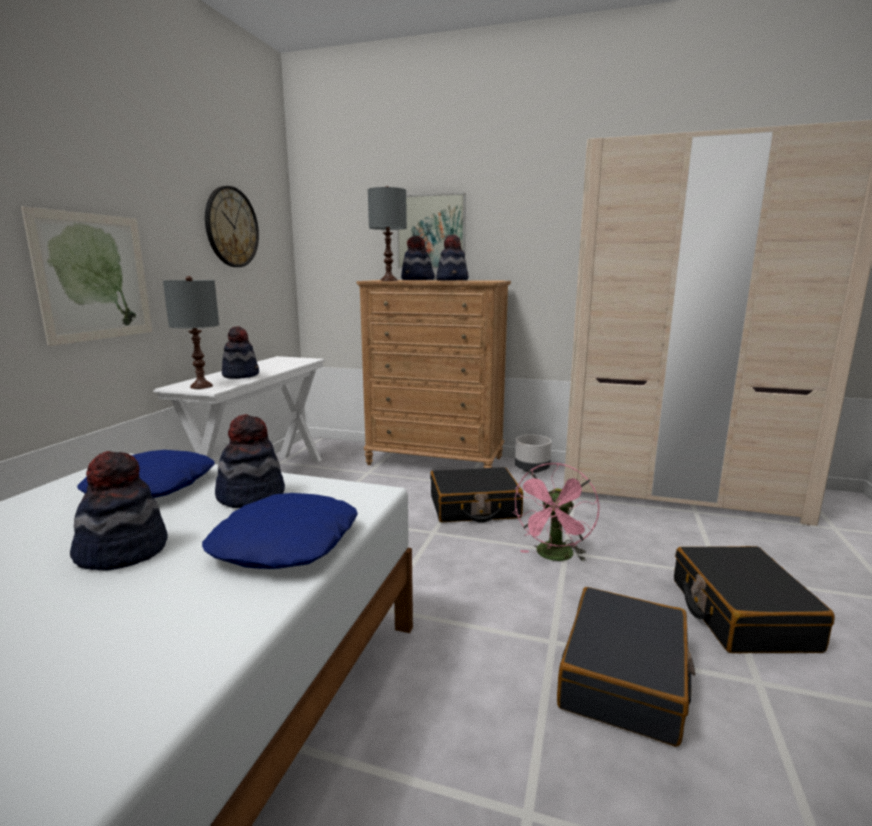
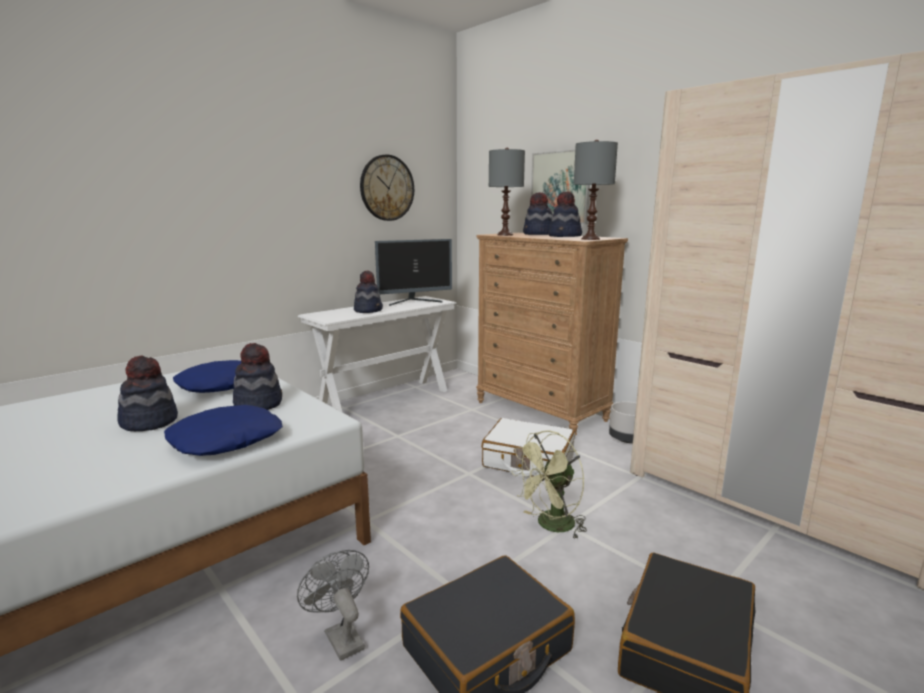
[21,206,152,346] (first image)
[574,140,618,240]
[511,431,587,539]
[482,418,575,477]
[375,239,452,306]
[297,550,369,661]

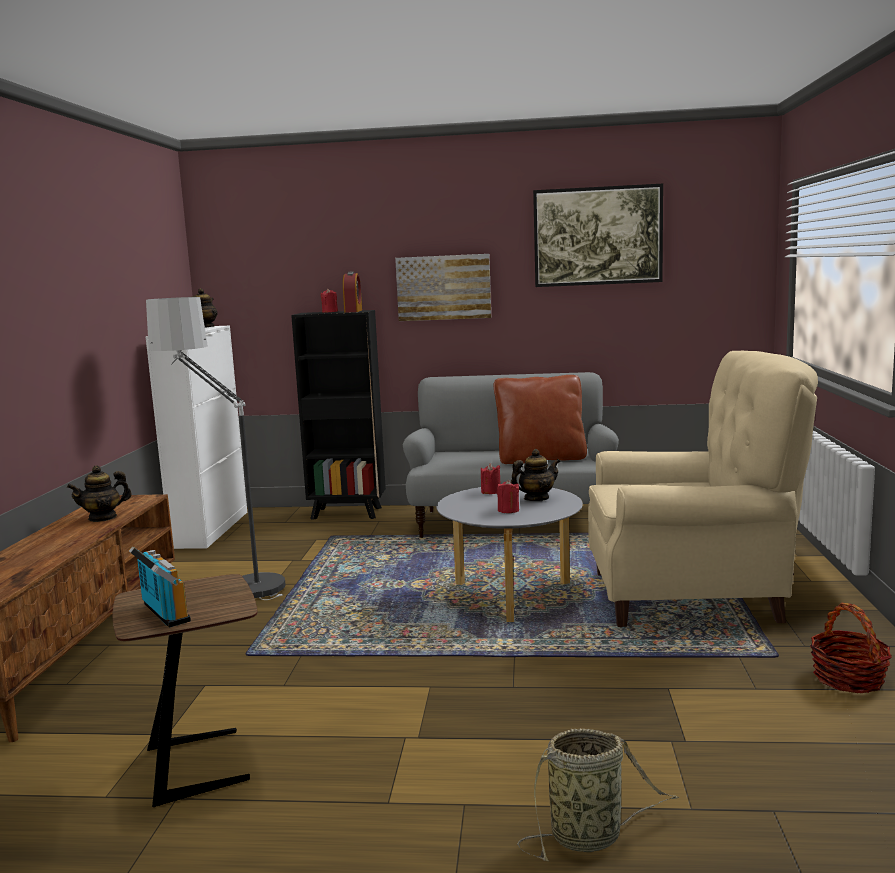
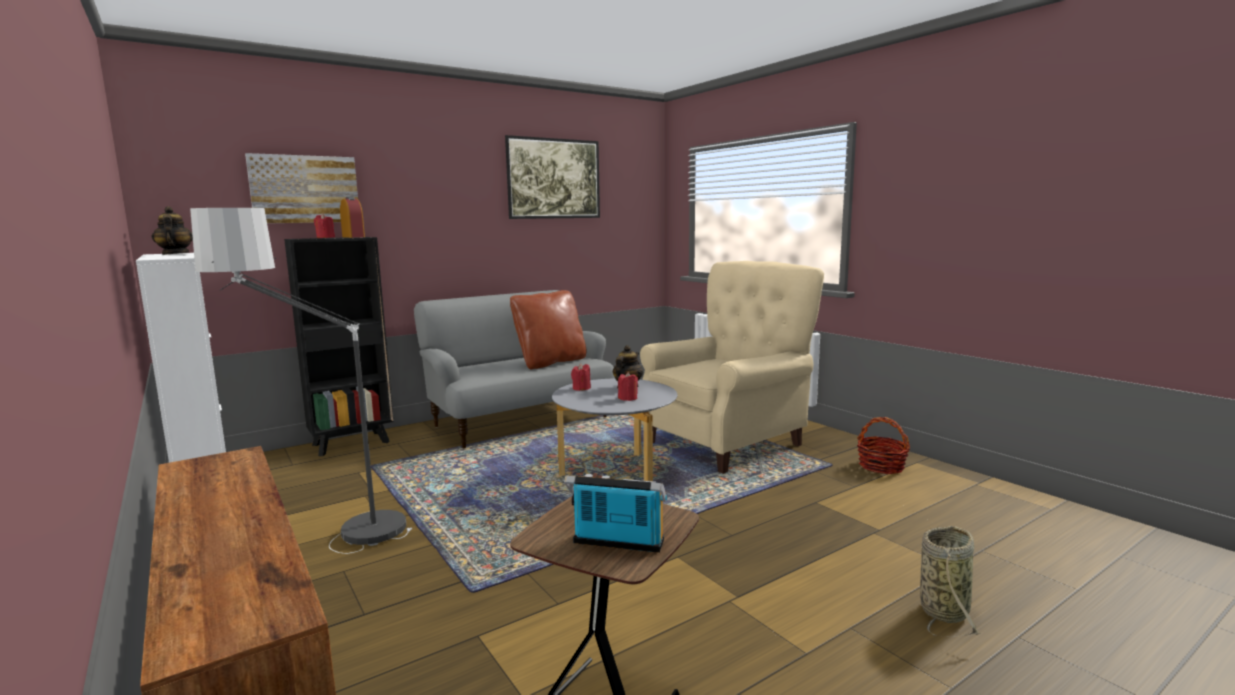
[245,153,358,223]
[67,465,132,522] (first image)

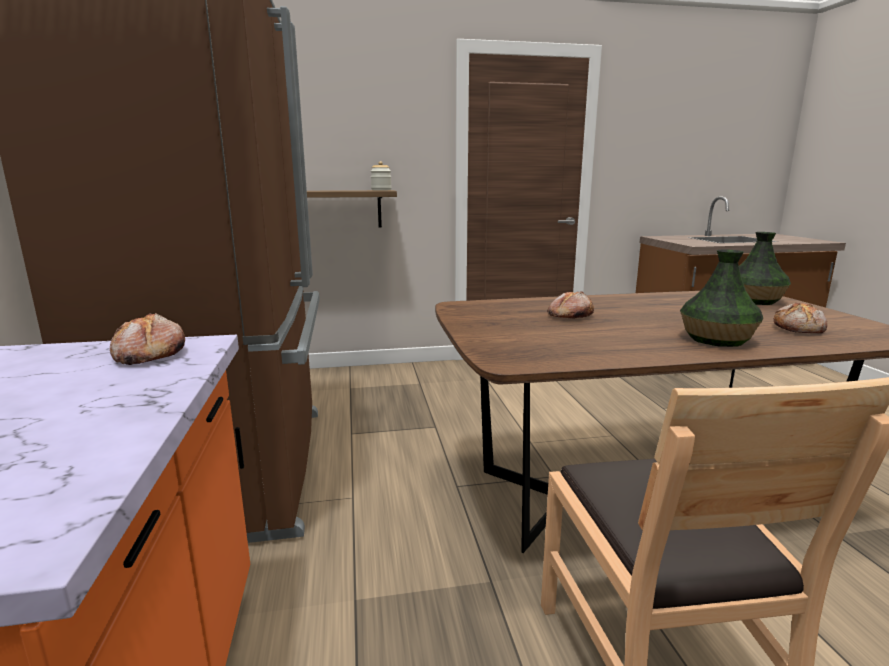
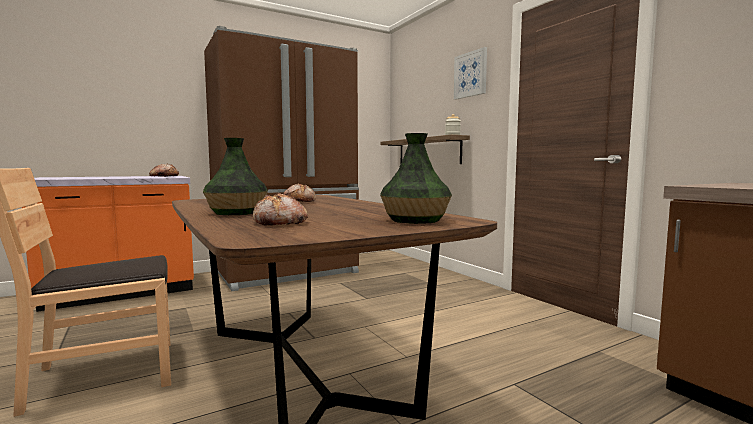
[454,47,487,100]

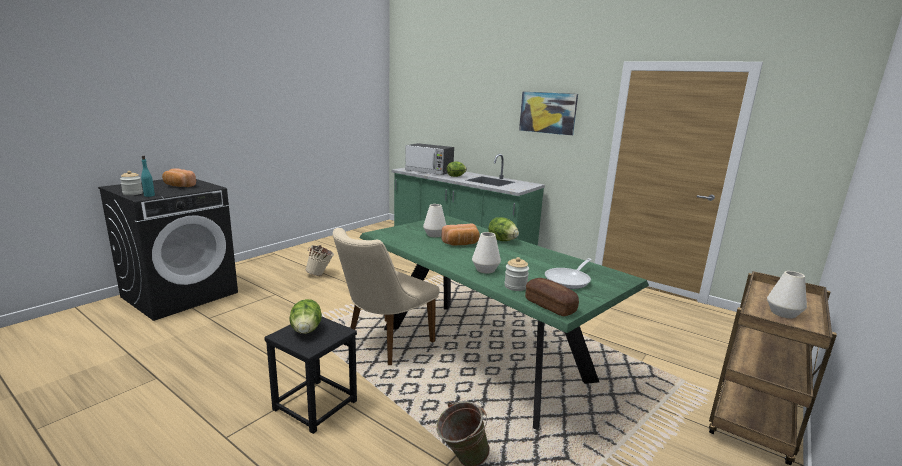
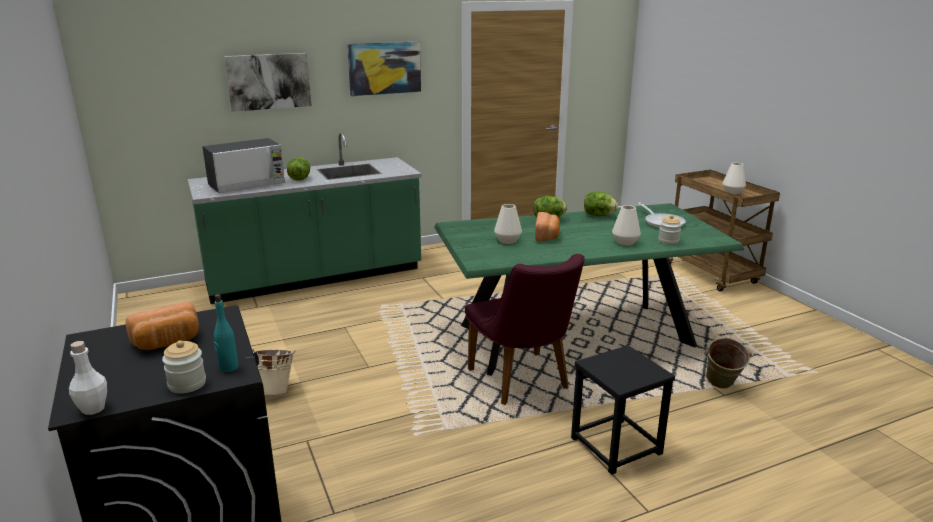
[465,254,584,405]
[525,278,579,316] (first image)
[584,191,618,216]
[224,53,312,112]
[69,341,107,415]

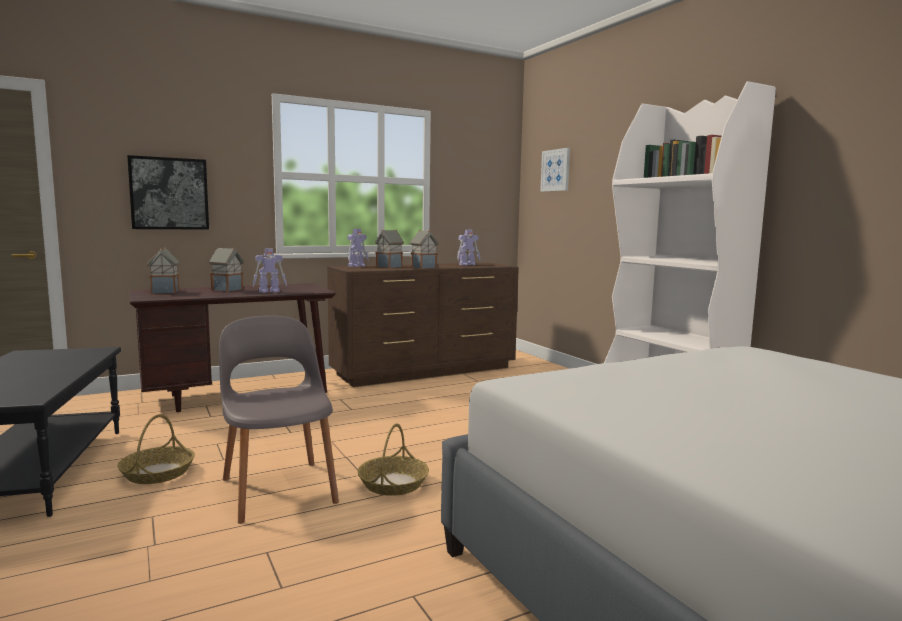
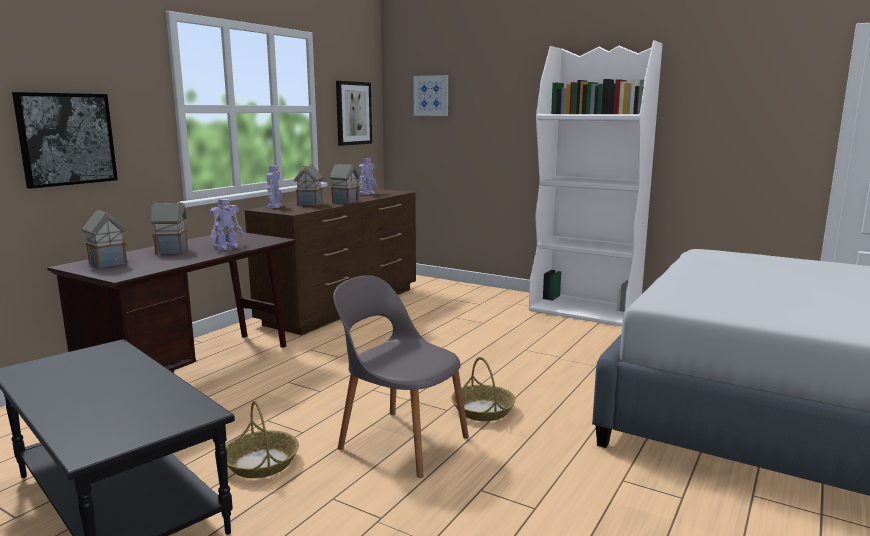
[336,81,372,146]

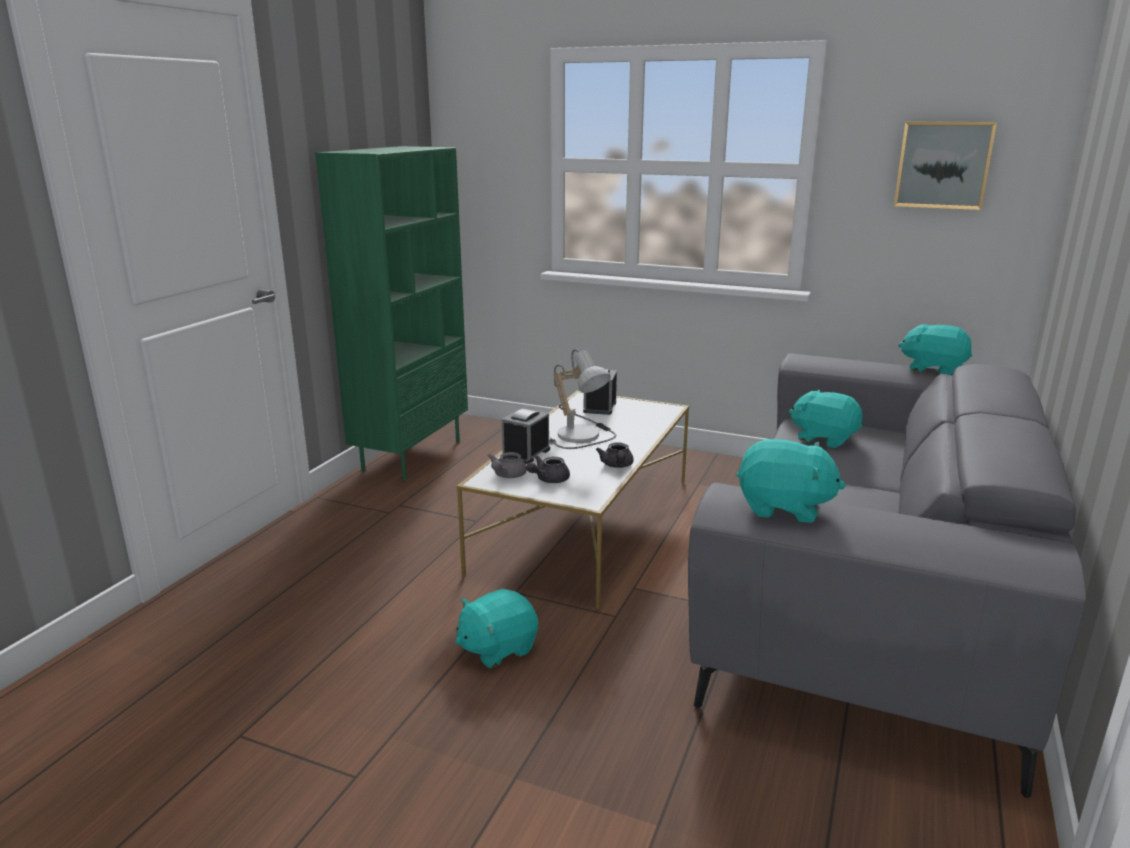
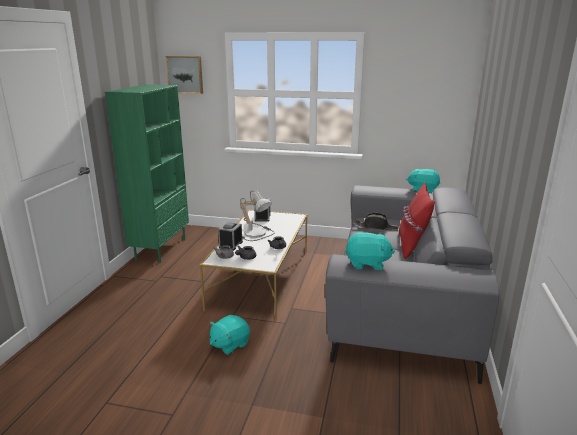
[166,56,203,94]
[354,213,399,230]
[399,182,435,259]

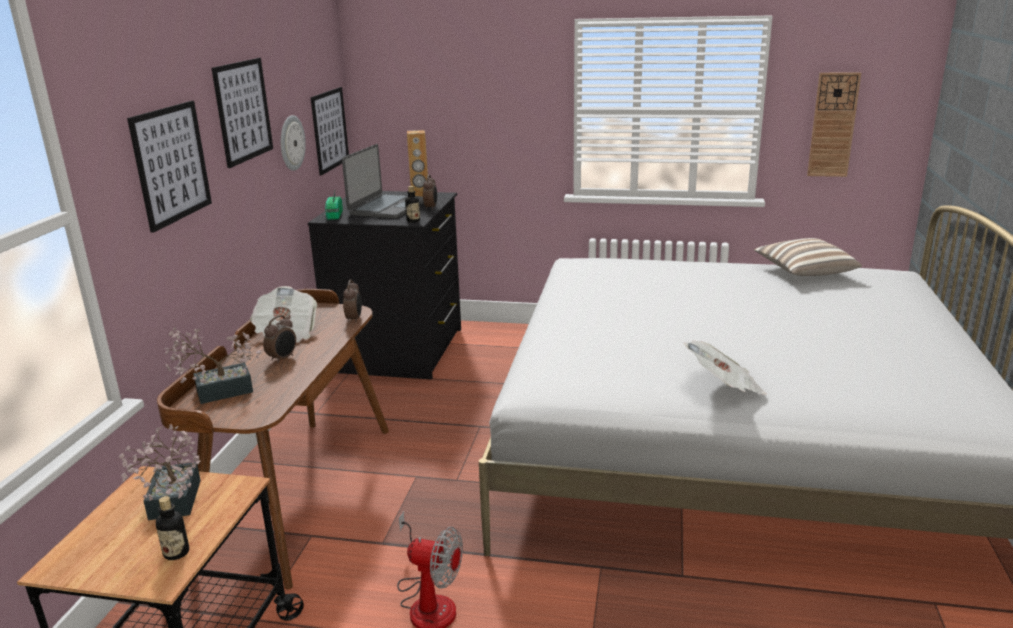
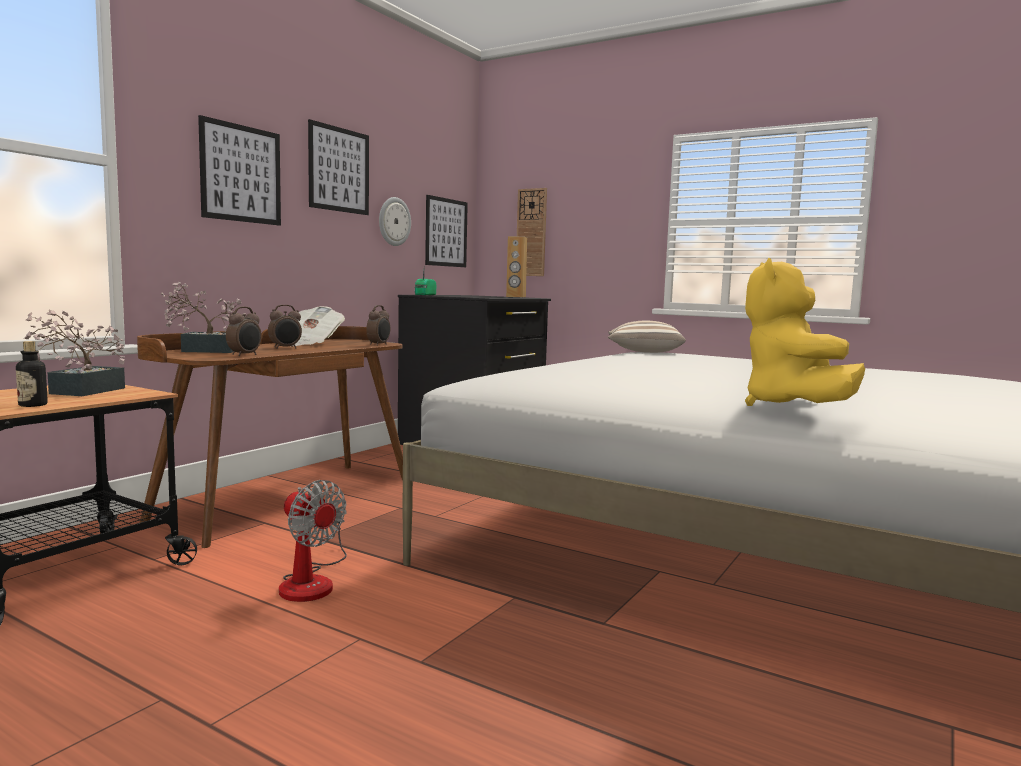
[517,188,547,276]
[342,144,424,219] (first image)
[226,307,262,356]
[405,186,420,222] (first image)
[608,321,686,353]
[684,341,767,395] (first image)
[745,258,865,406]

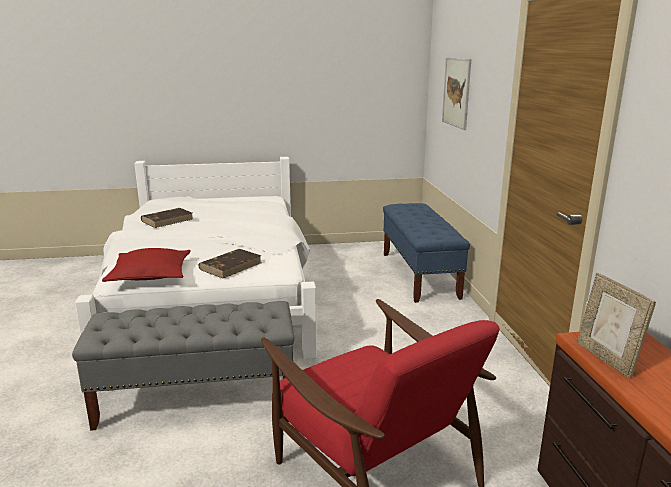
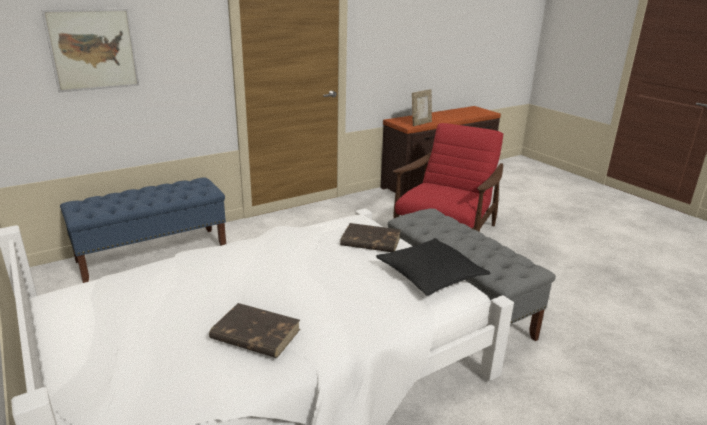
[376,238,490,296]

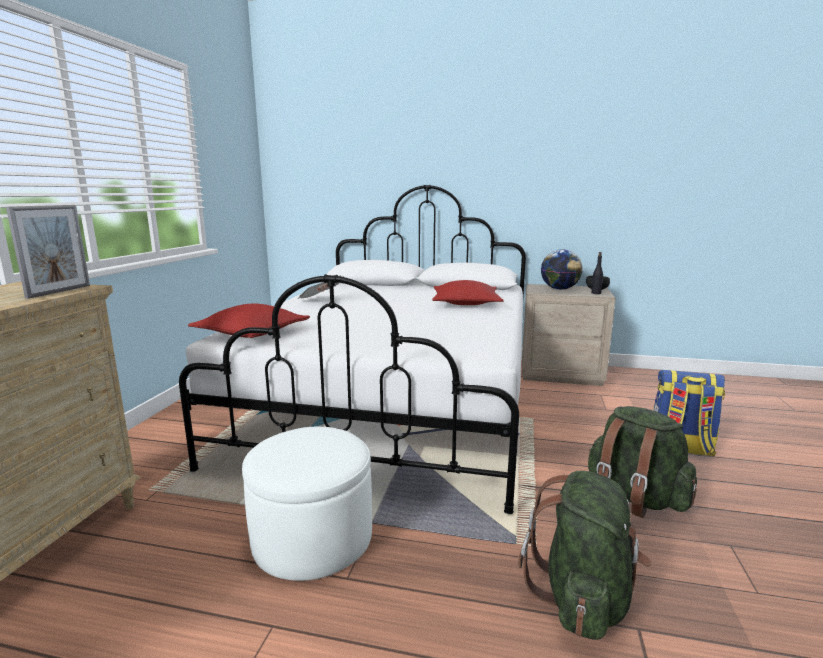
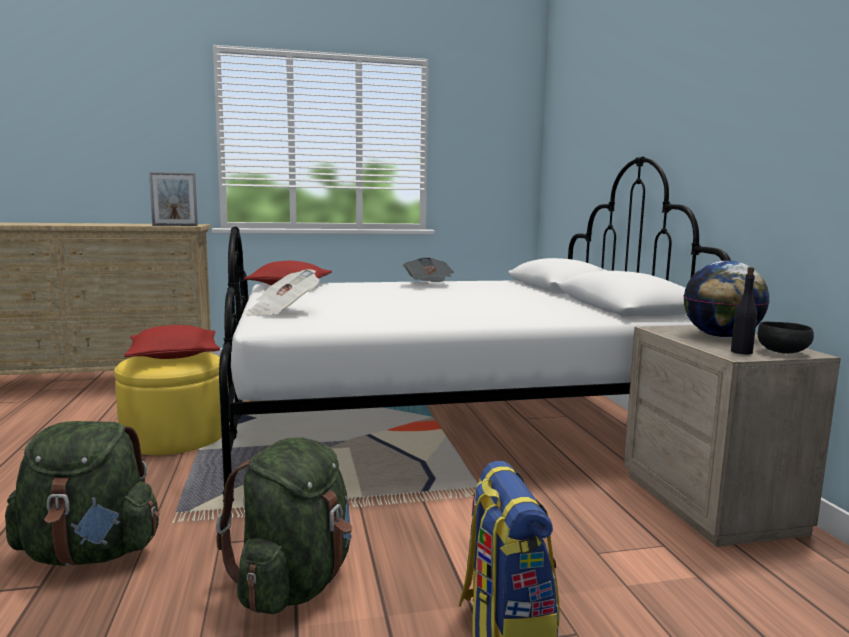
[124,325,220,359]
[114,352,222,455]
[245,269,320,316]

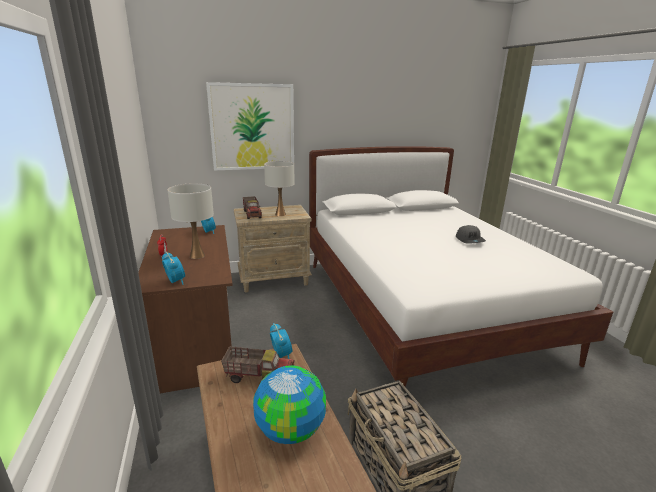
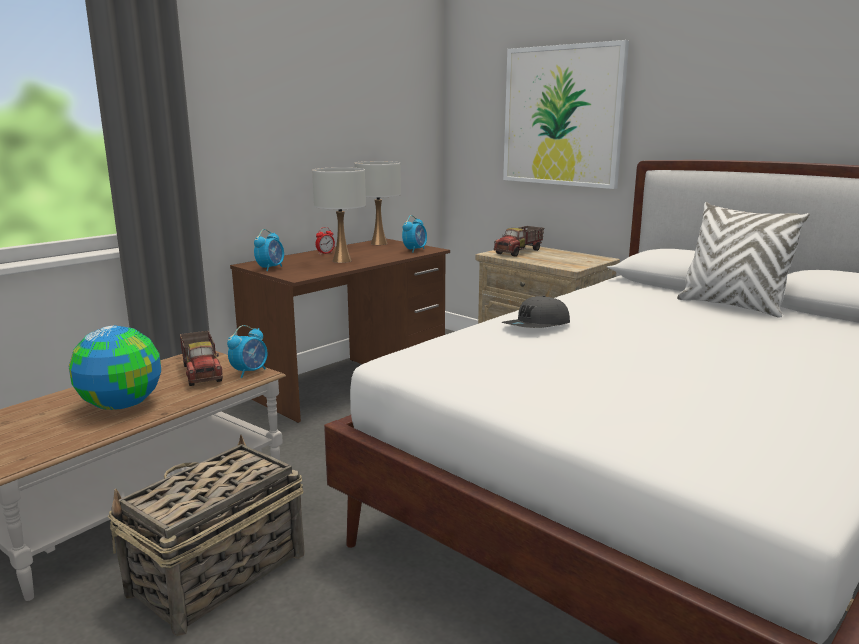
[354,161,401,245]
[501,296,570,328]
[677,202,809,318]

